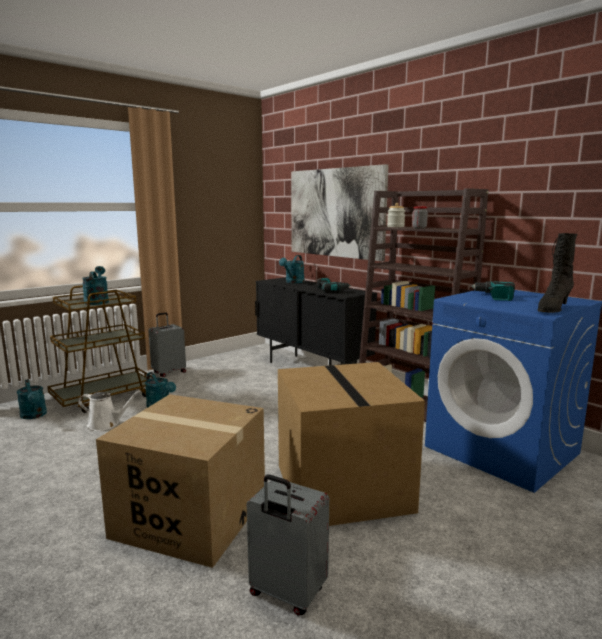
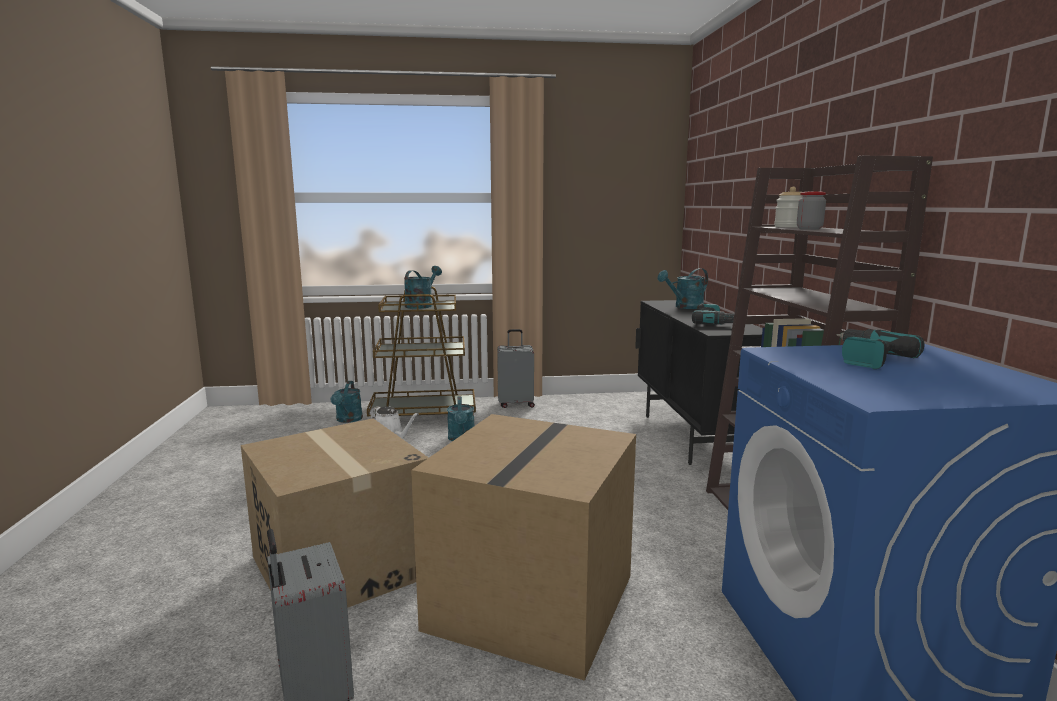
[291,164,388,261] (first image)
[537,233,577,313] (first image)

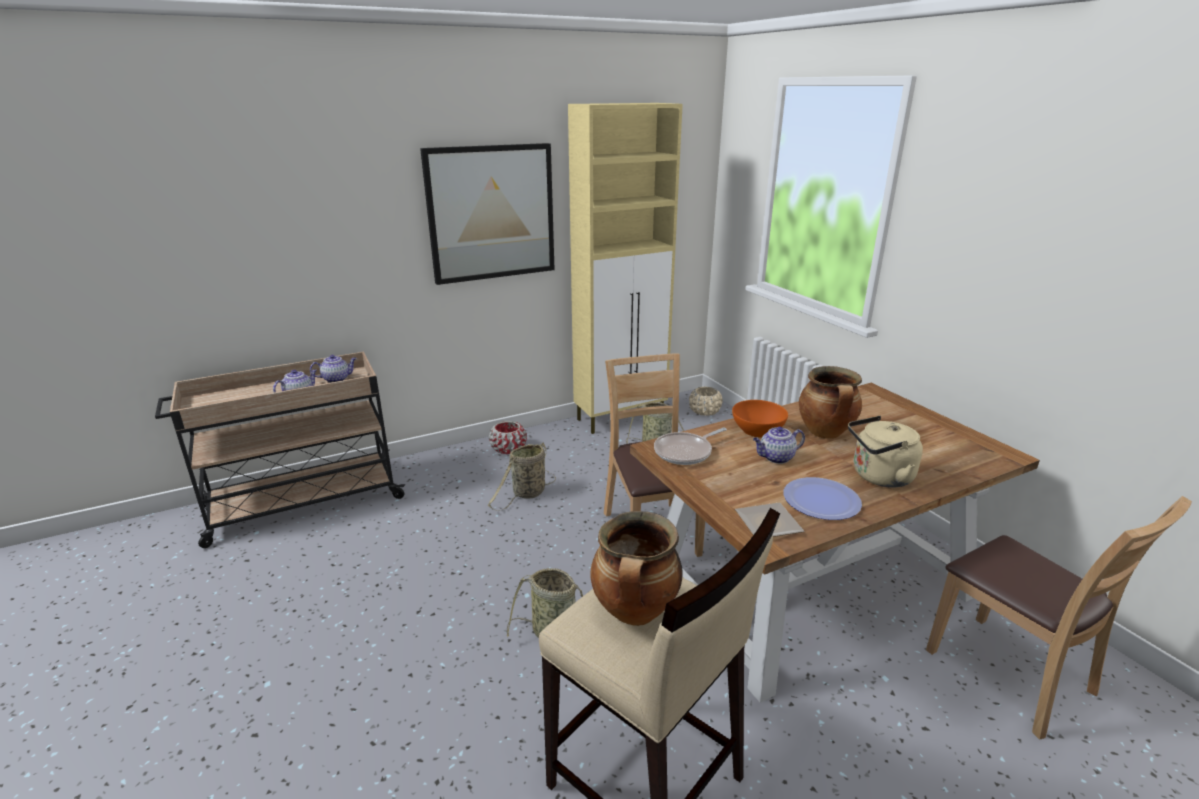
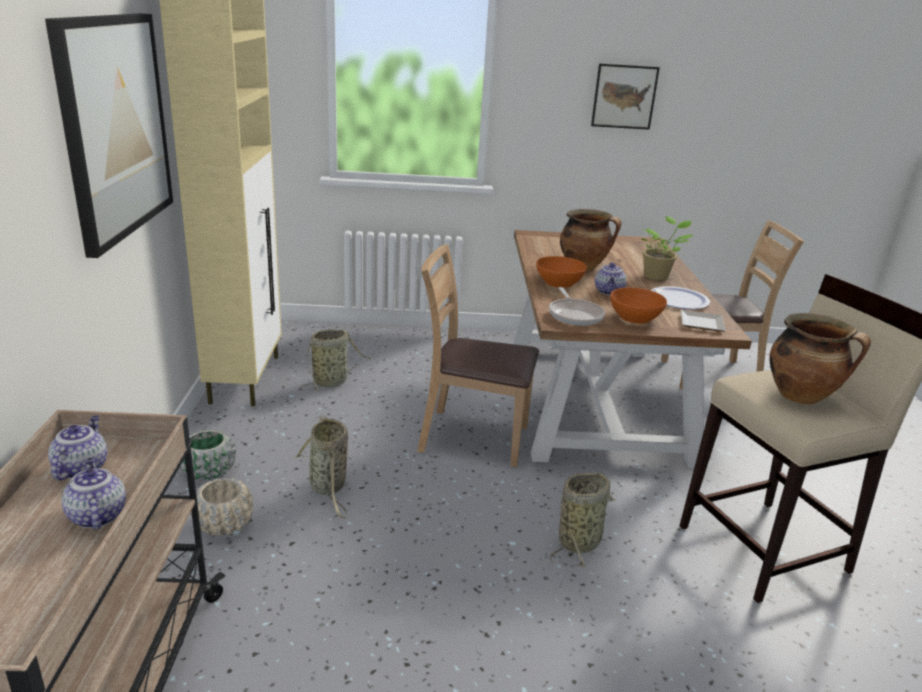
[191,478,253,536]
[641,216,694,280]
[180,430,236,481]
[591,63,660,130]
[610,287,667,324]

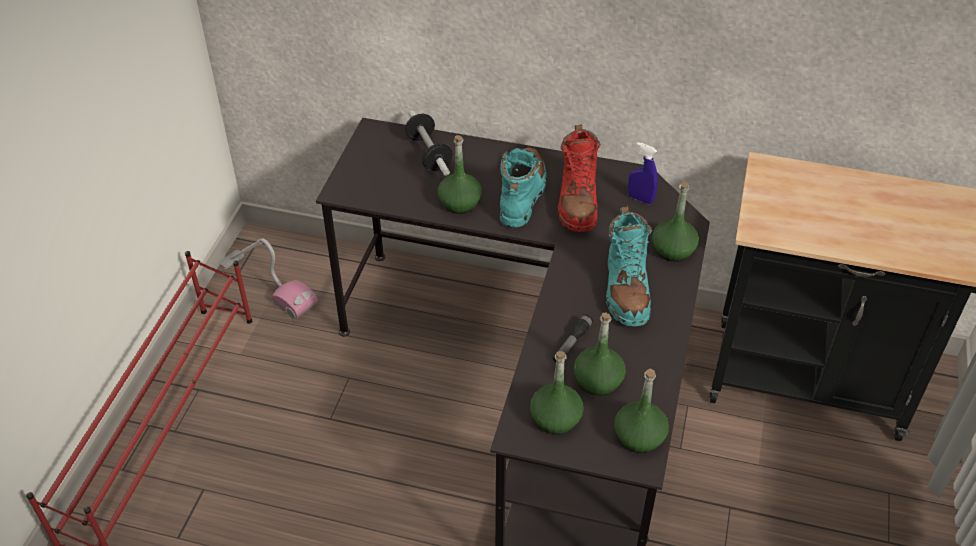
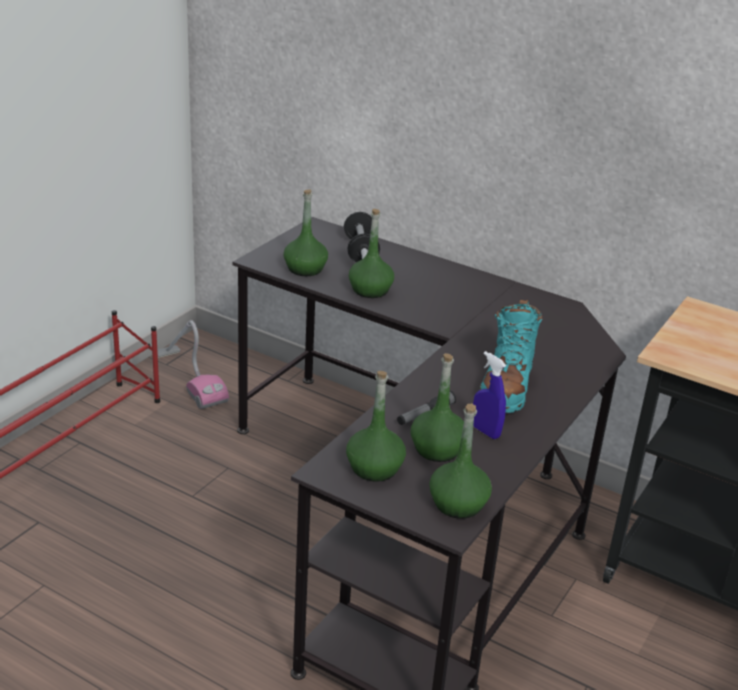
[558,124,601,232] (first image)
[473,351,506,439]
[500,147,546,228] (first image)
[284,189,328,276]

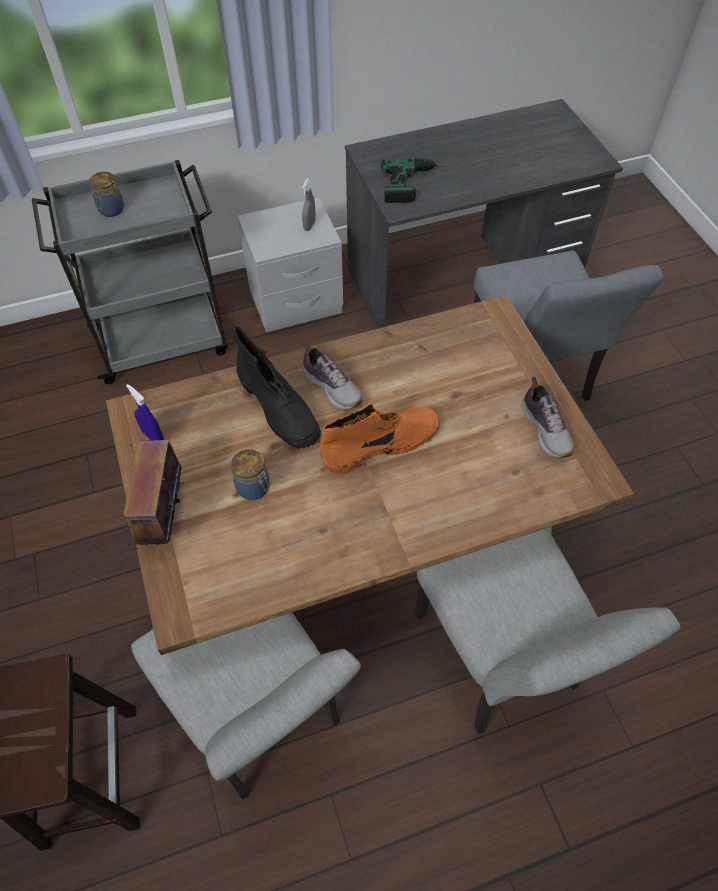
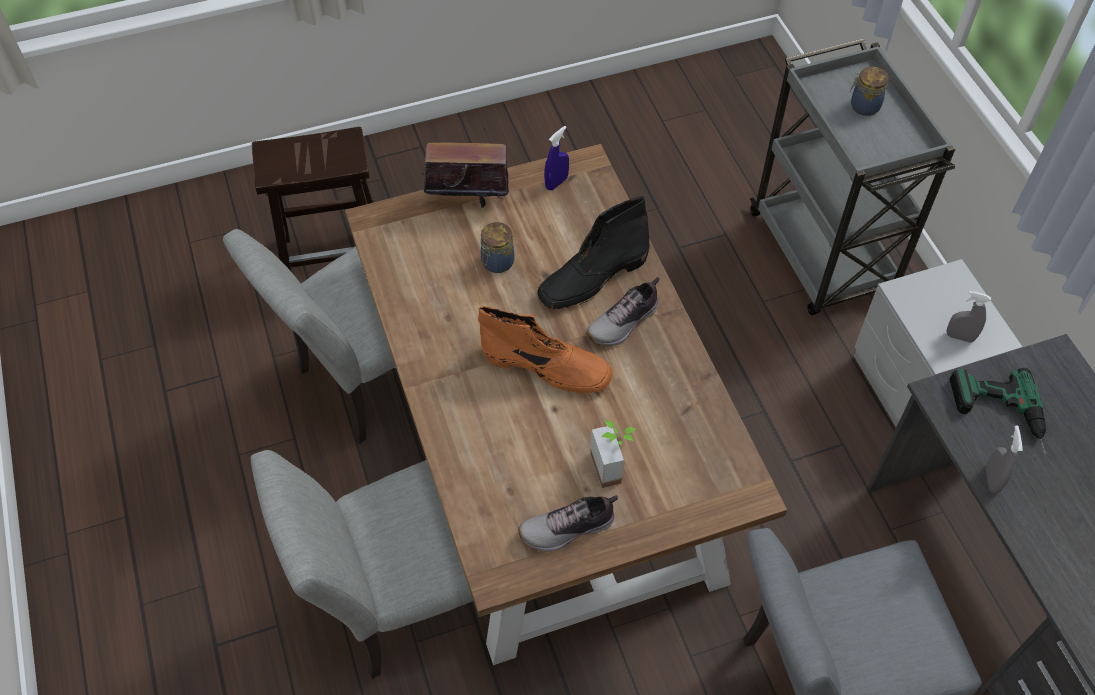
[478,306,613,393]
[590,421,636,488]
[986,425,1023,493]

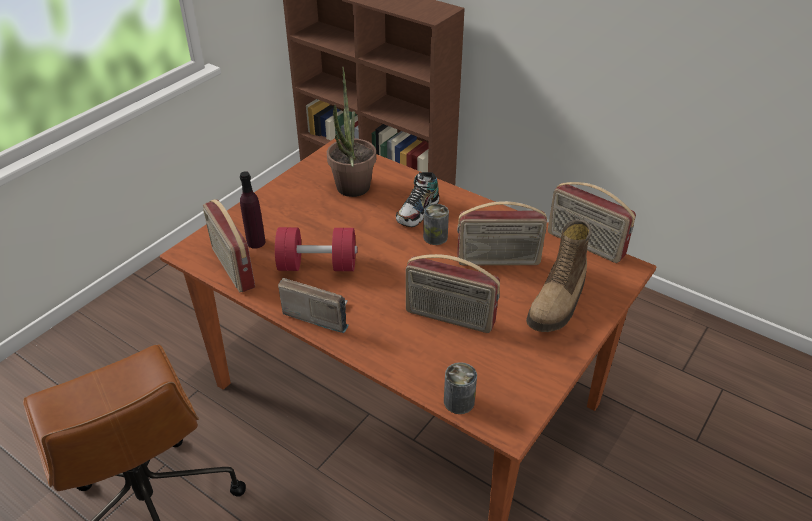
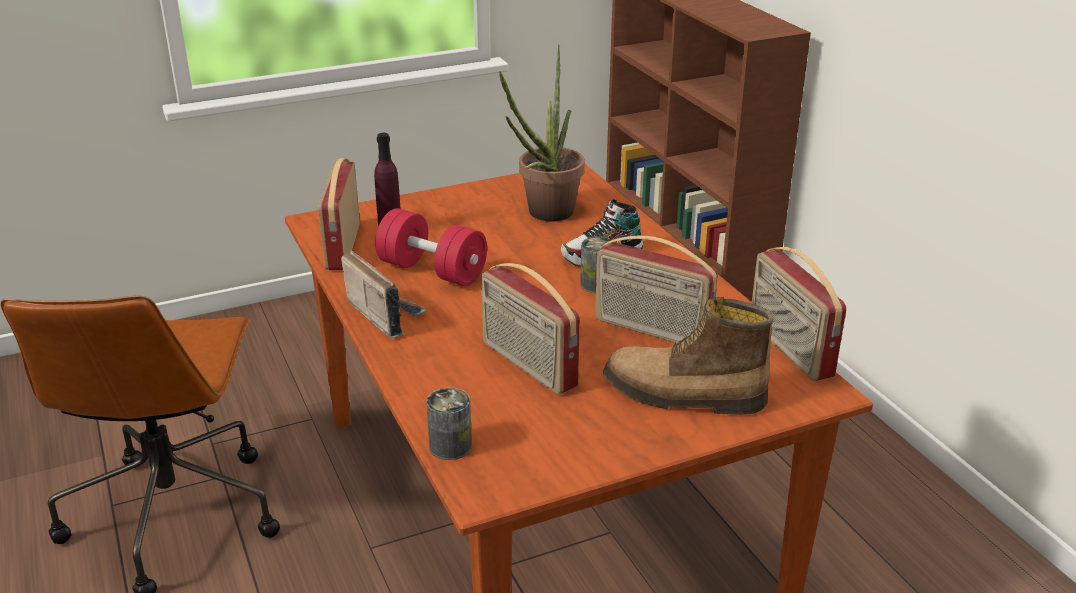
[603,297,774,415]

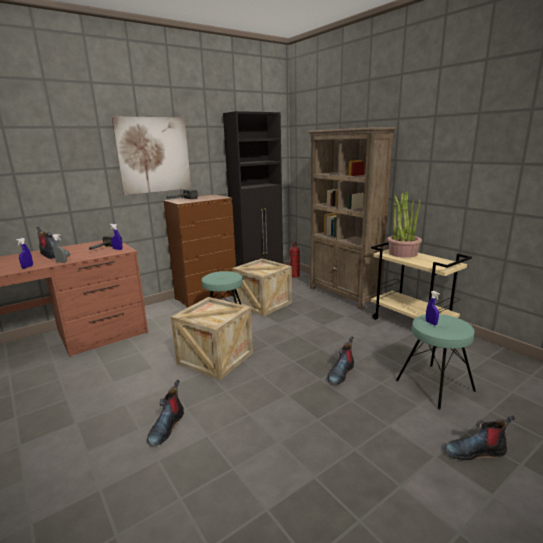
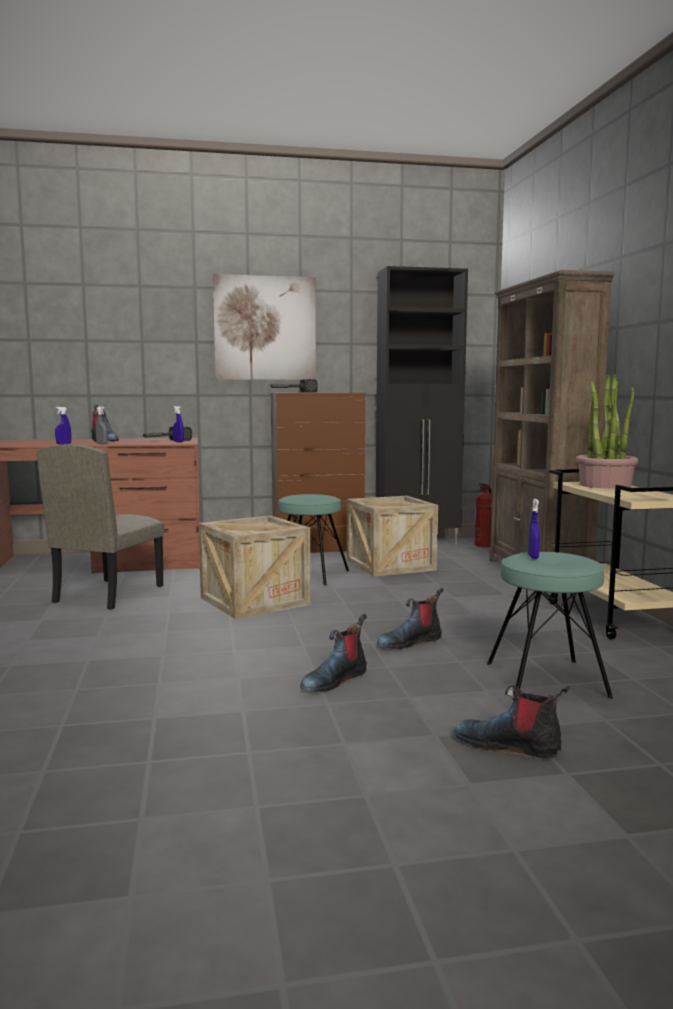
[301,614,367,692]
[37,444,164,610]

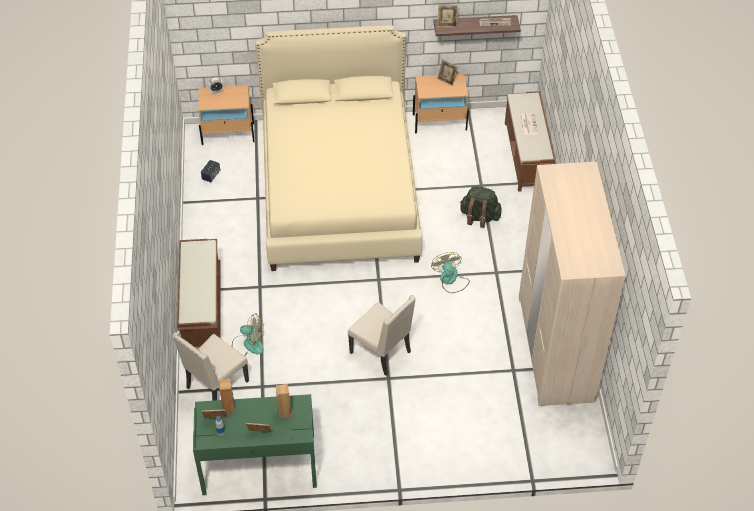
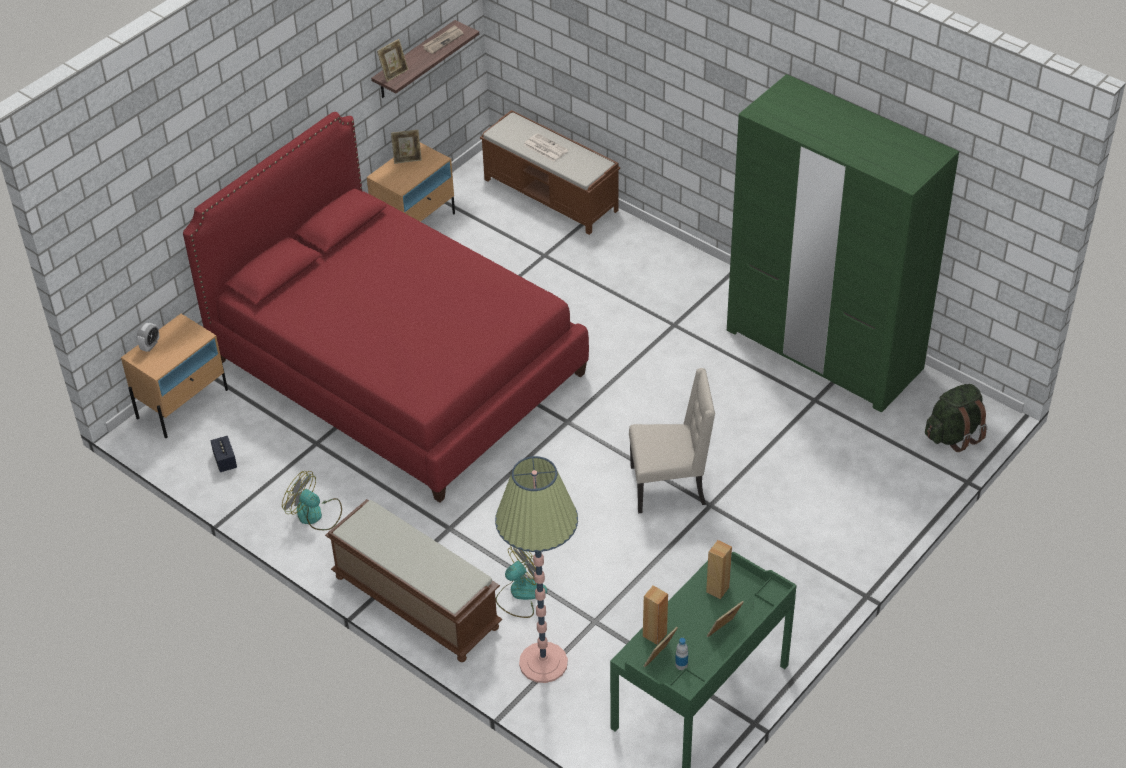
[183,112,589,503]
[727,74,959,412]
[925,384,987,452]
[282,471,342,530]
[495,456,578,683]

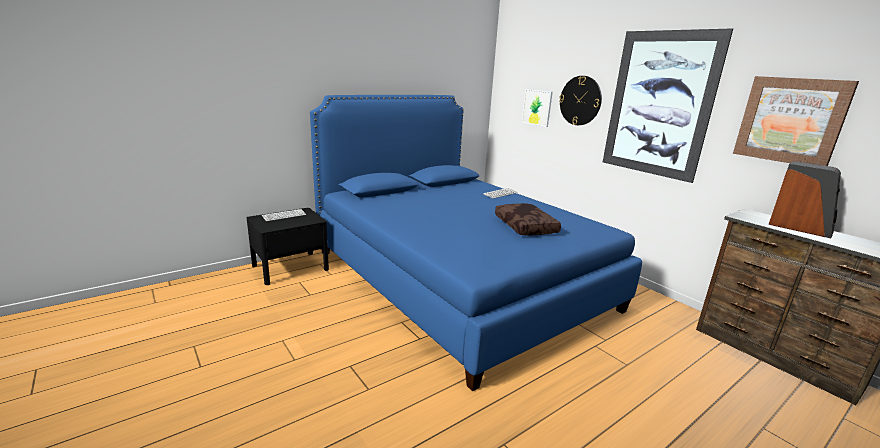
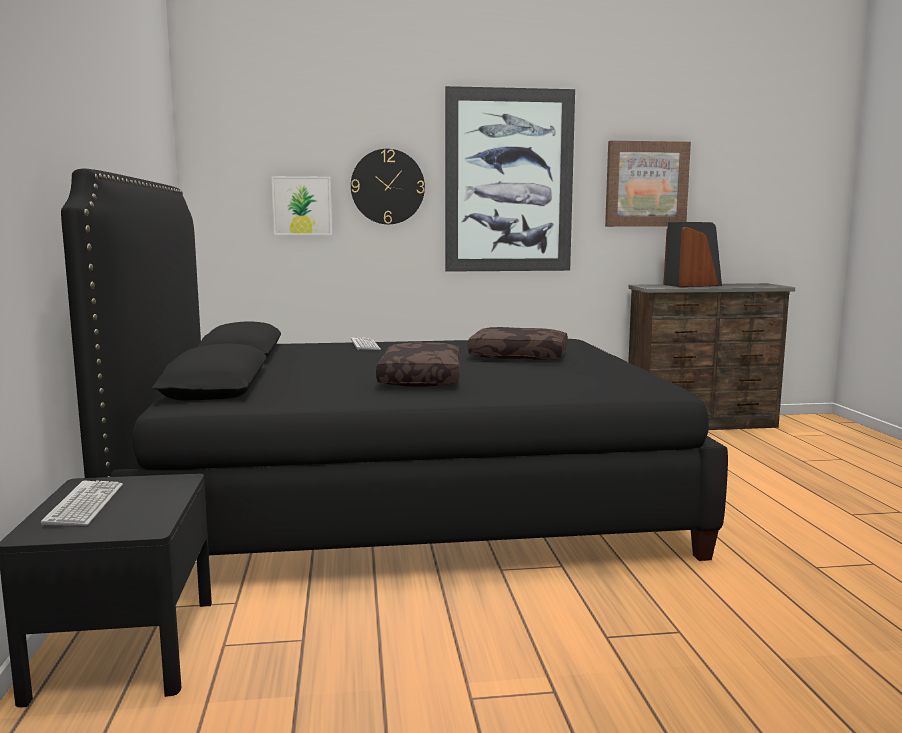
[61,168,728,561]
[376,342,461,387]

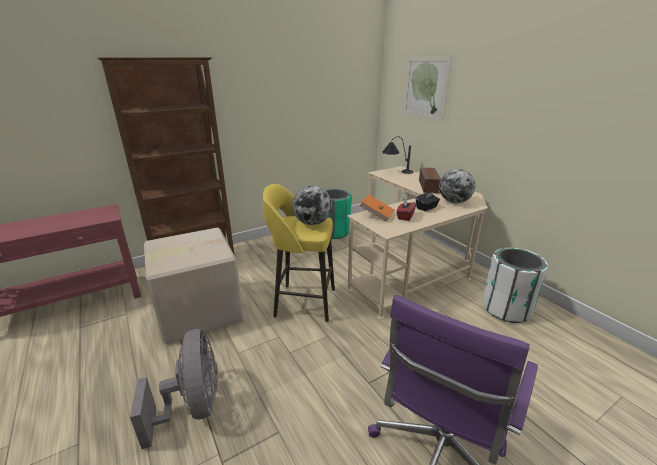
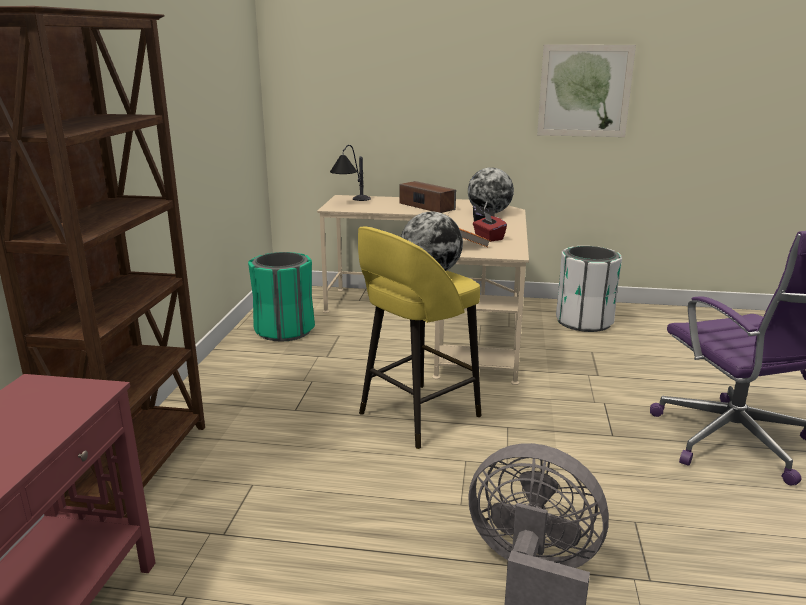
[537,44,636,137]
[144,227,244,344] (first image)

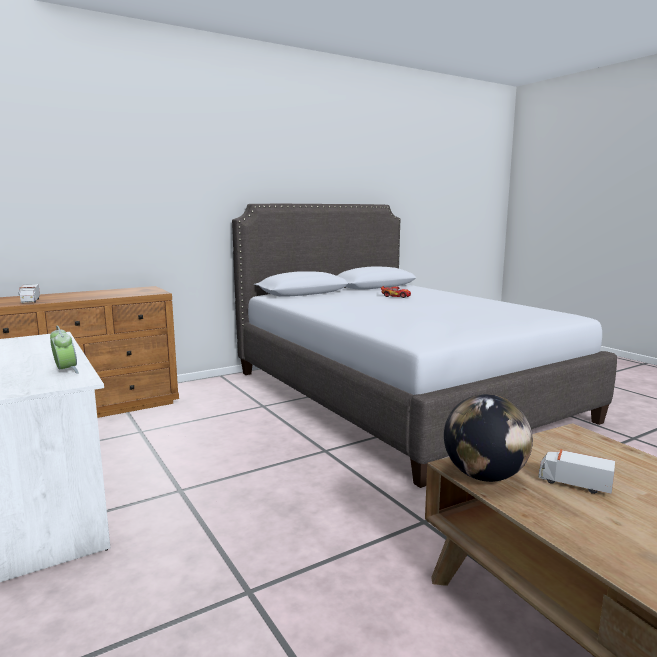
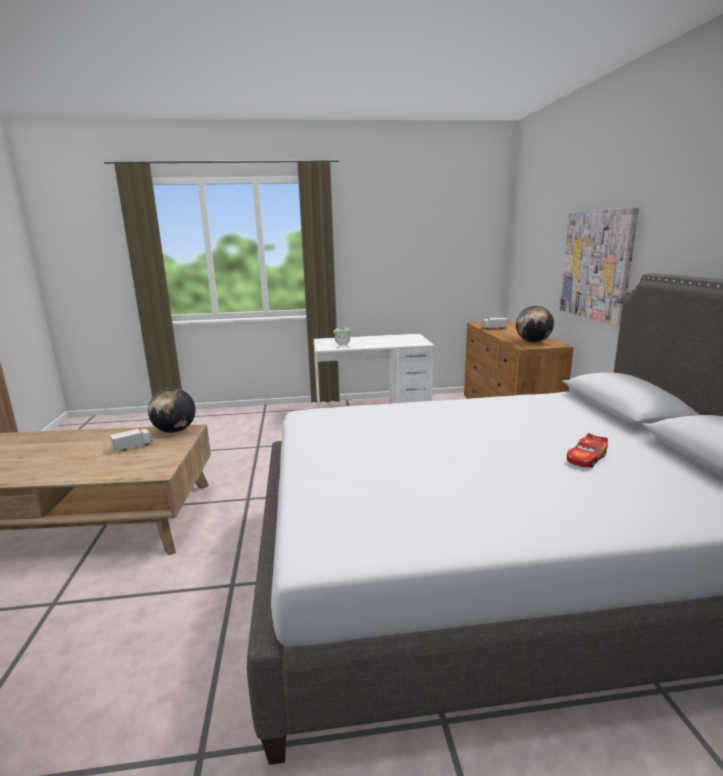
[560,207,639,326]
[516,306,554,342]

